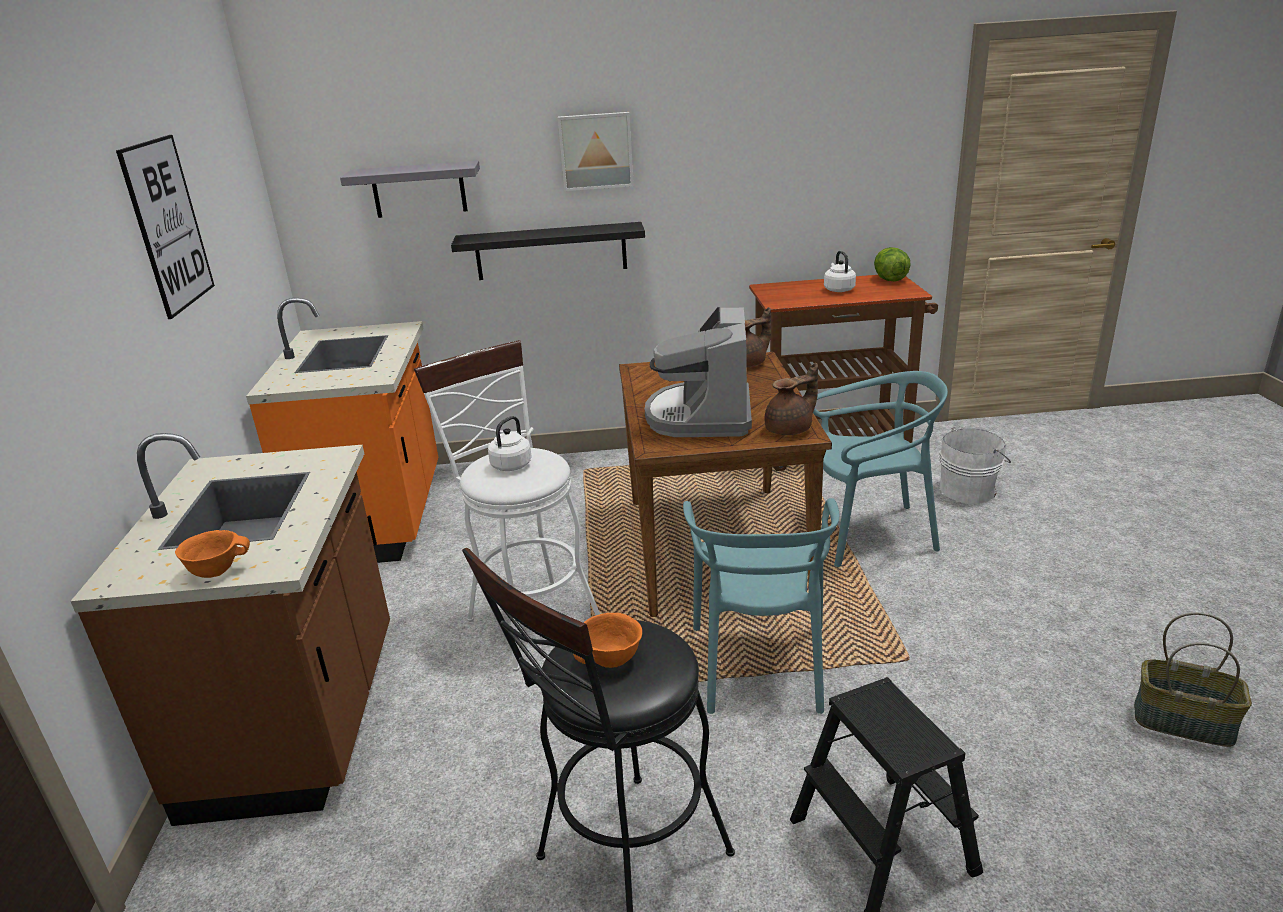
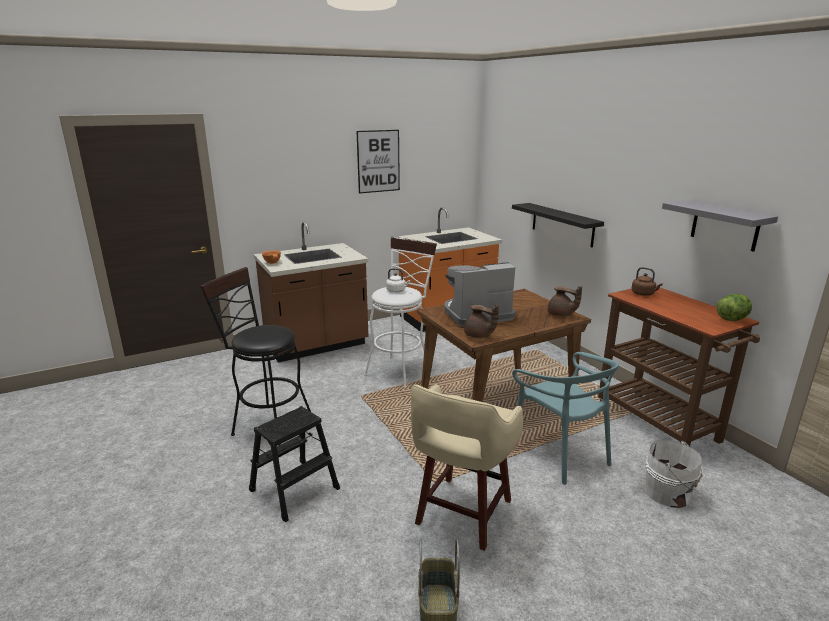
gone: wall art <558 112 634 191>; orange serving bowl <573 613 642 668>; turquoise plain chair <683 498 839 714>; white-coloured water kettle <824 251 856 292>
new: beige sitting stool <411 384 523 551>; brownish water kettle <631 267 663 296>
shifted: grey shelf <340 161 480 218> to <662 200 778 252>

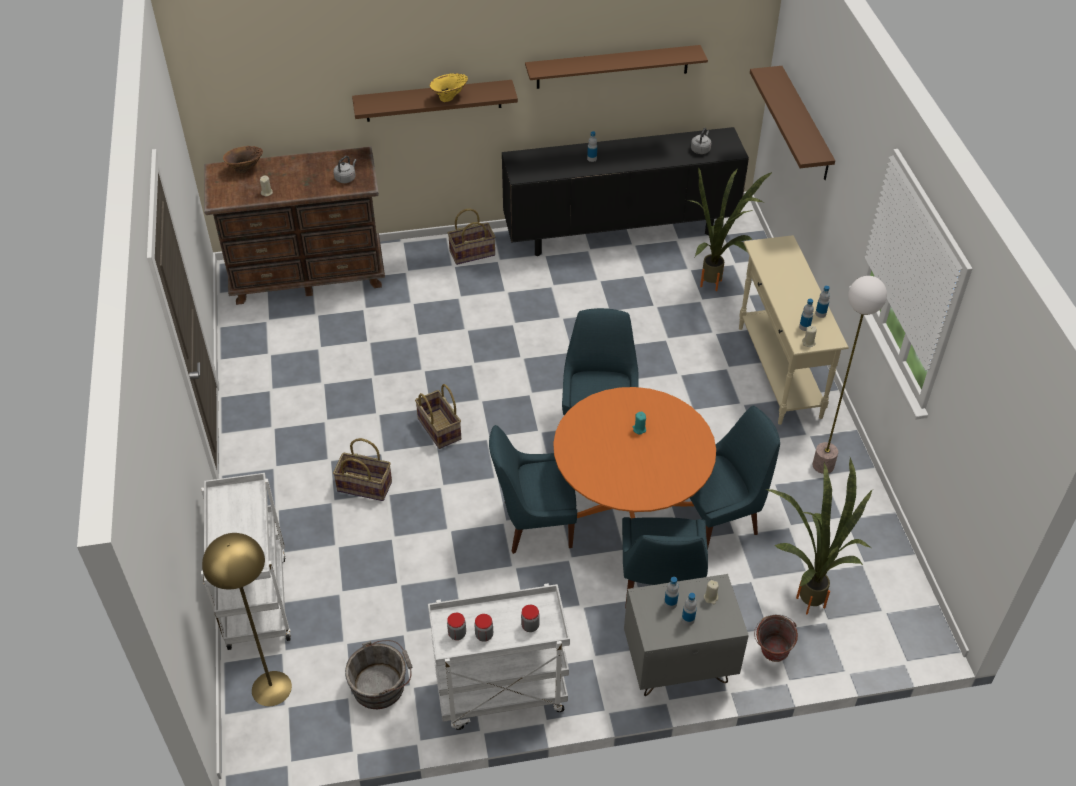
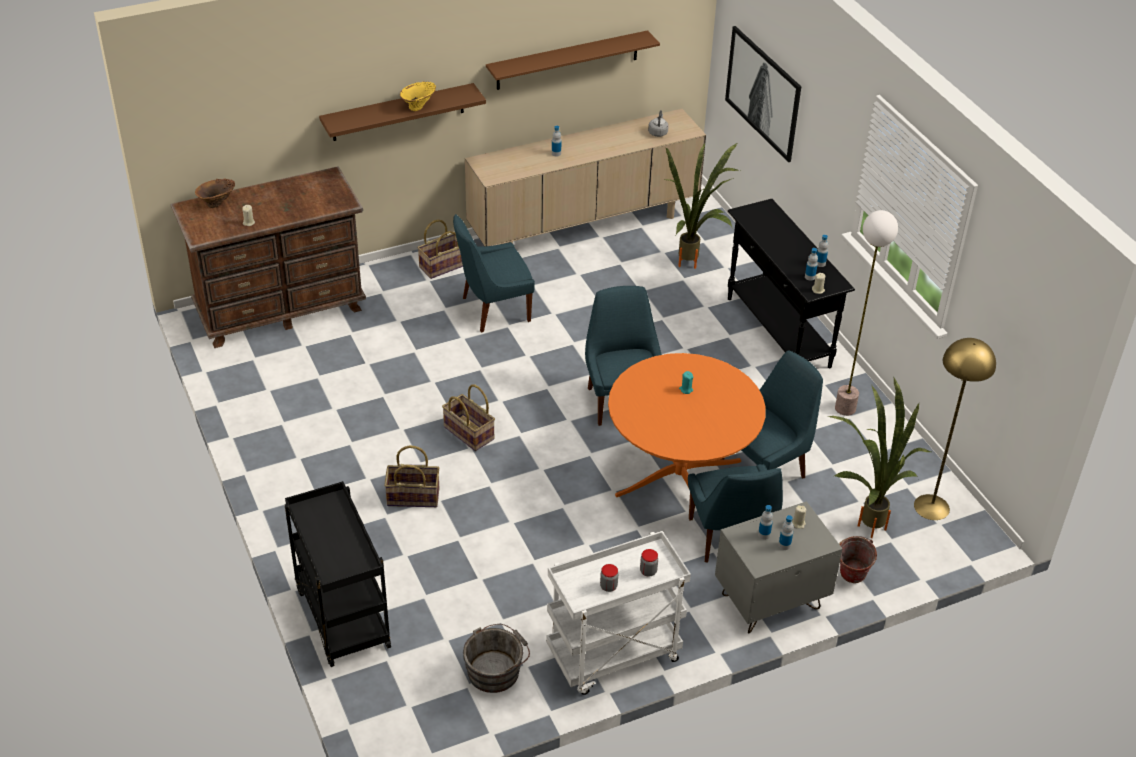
gone: grey water kettle <333 156 357 183>; preserve jar <447 613 466 640>
shifted: yellowish floor lamp <202 533 292 706> to <914 338 996 520>; blue plain chair <489 425 577 554> to <453 214 535 333>
swapped: brownish shelf <750 66 835 180> to wall art <725 26 801 162>
repainted: white-coloured cart <201 473 291 650> to black-coloured cart <285 481 391 667>; black-coloured cupboard <502 127 749 256> to beige cupboard <465 109 706 246>; beige narrow table <739 235 849 425> to black-coloured narrow table <728 199 855 368>

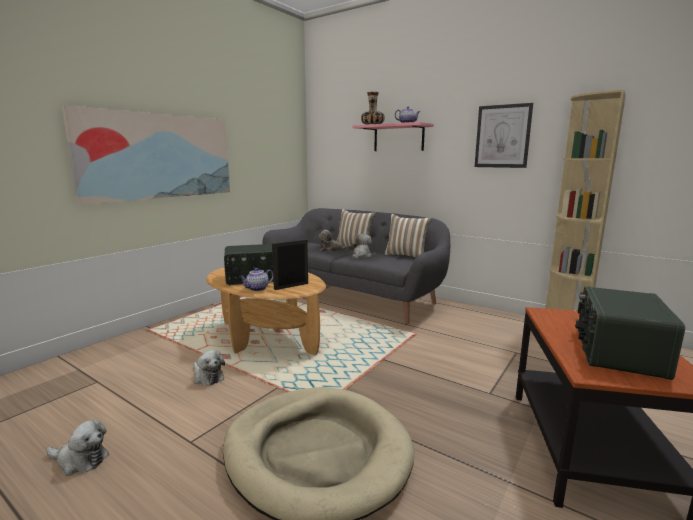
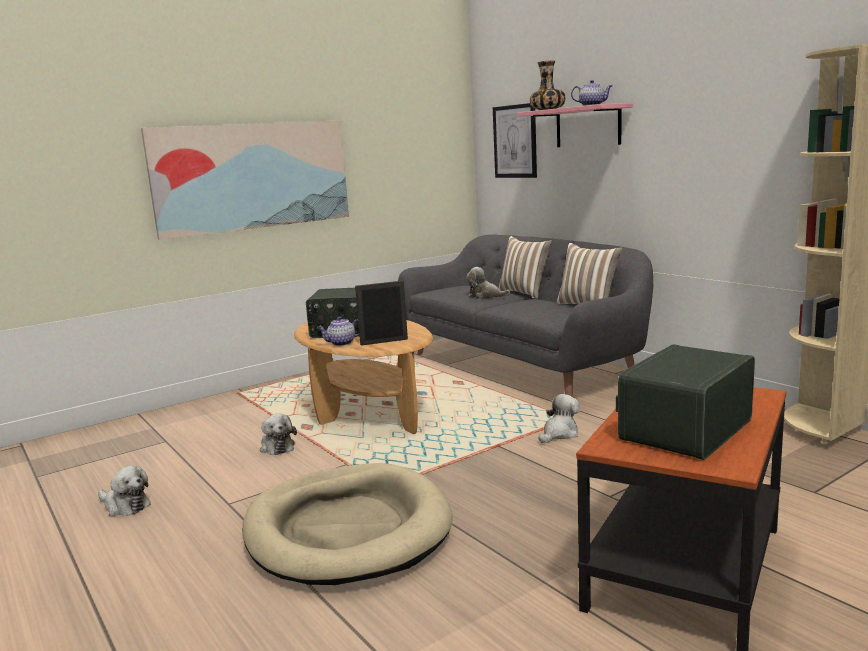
shifted: cuddly toy <352 234 372 259> to <539 394 580 443>; wall art <475 103 533 168> to <493 103 537 178>

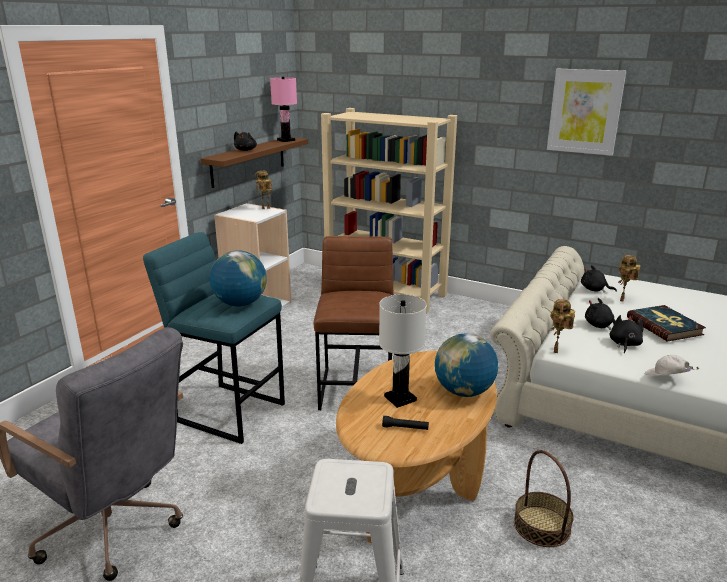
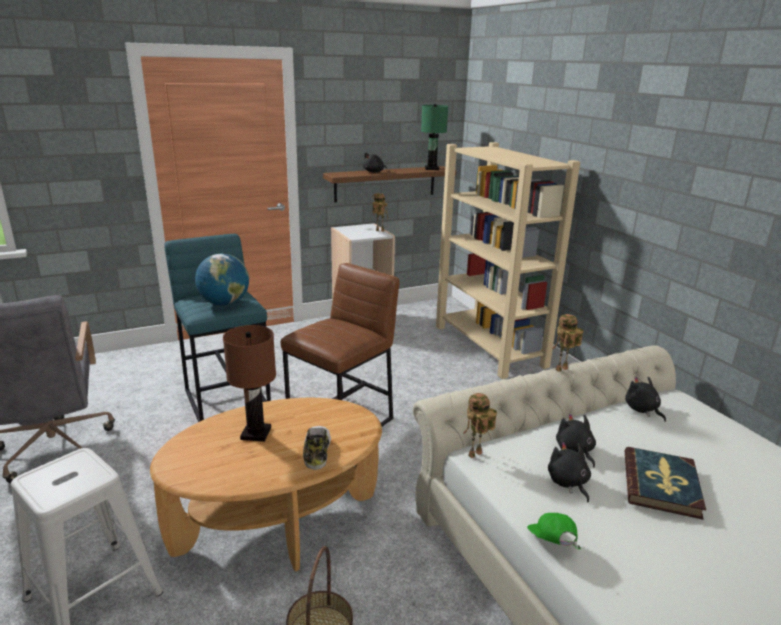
gone: black-coloured torch <382 416 429 430>; wall art <547 69 626 156>
shifted: model robot <619 255 641 302> to <552 314 584 372>
swapped: globe <435 334 498 397> to low shoe <303 426 331 470>
repainted: pink-coloured lamp for a table <270 77 297 142> to green-coloured lamp for a table <421 104 448 170>; white-coloured lamp for a table <379 294 427 408> to brownish lamp for a table <223 325 276 442>; white-coloured baseball cap <645 355 699 375> to green-coloured baseball cap <527 513 581 549>
rotated: black-coloured cuddly toy <610 315 643 353> = <548 442 591 502> 75 degrees counterclockwise

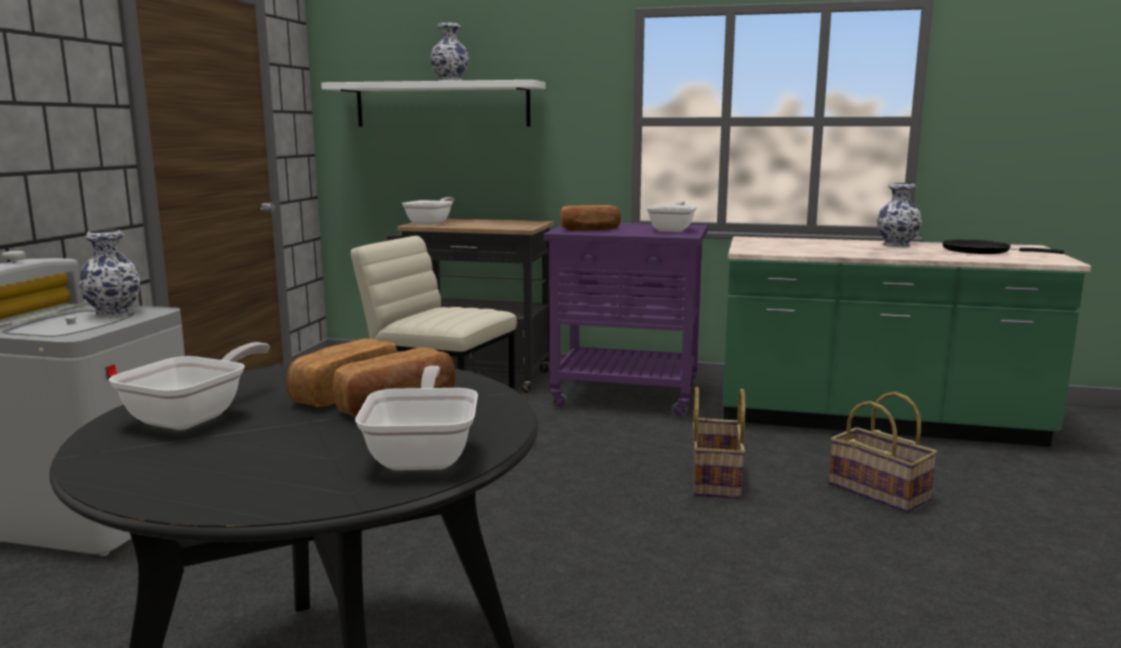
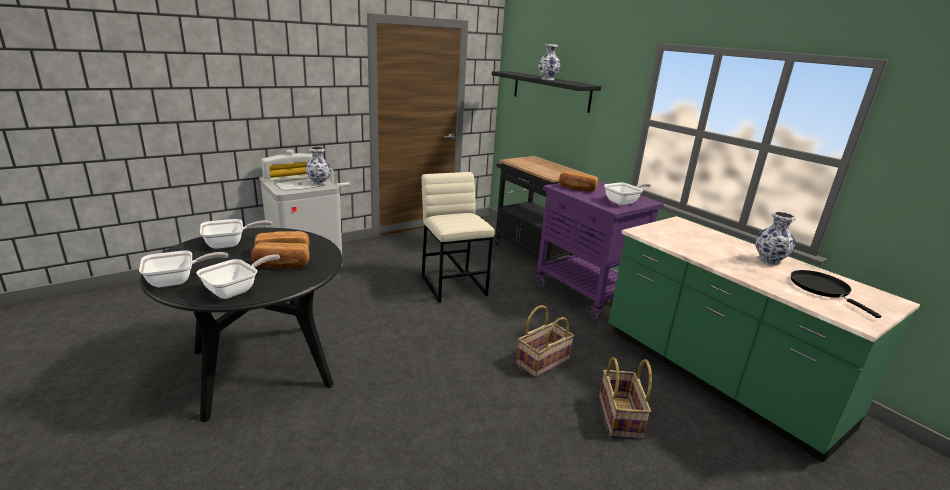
shifted: pan <402 197 454 225> to <139 250 228 287>
repainted: white-coloured shelf <321 80 546 126> to black-coloured shelf <492 71 601 113>

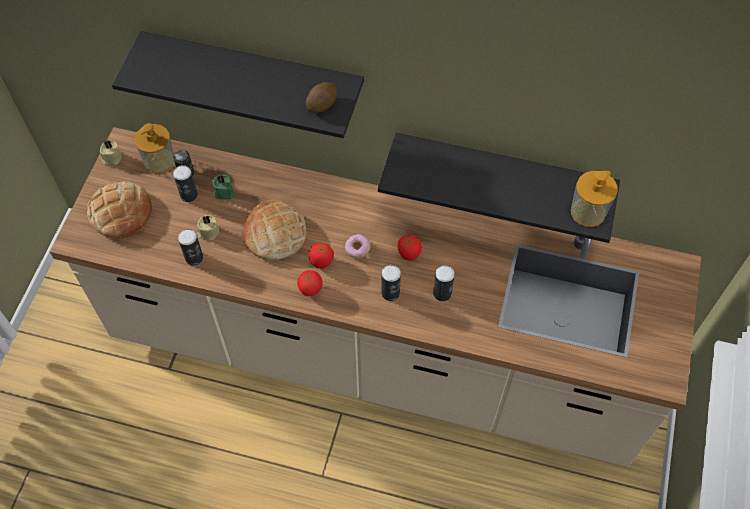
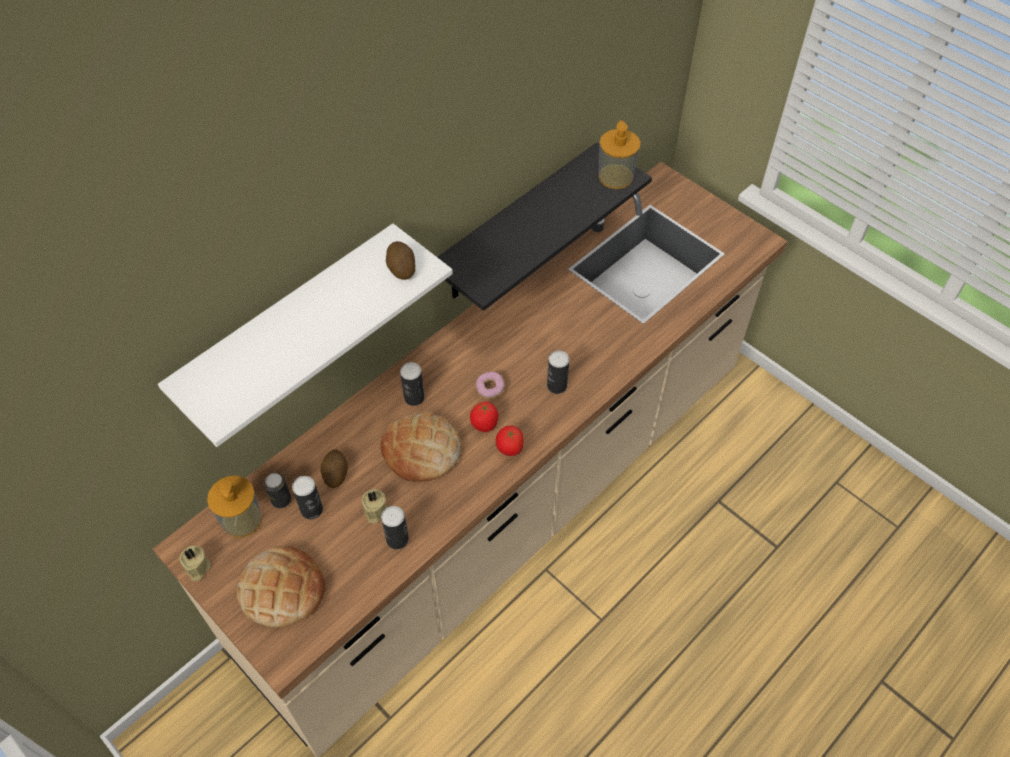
gone: tomato <397 235 422 261>
shifted: sealed can <433 265 455 302> to <400 362 425 406>
swapped: green-coloured candle <212 174 235 200> to spud <320 449 348 488>
repainted: black-coloured shelf <112 31 364 138> to white-coloured shelf <158 224 453 447>

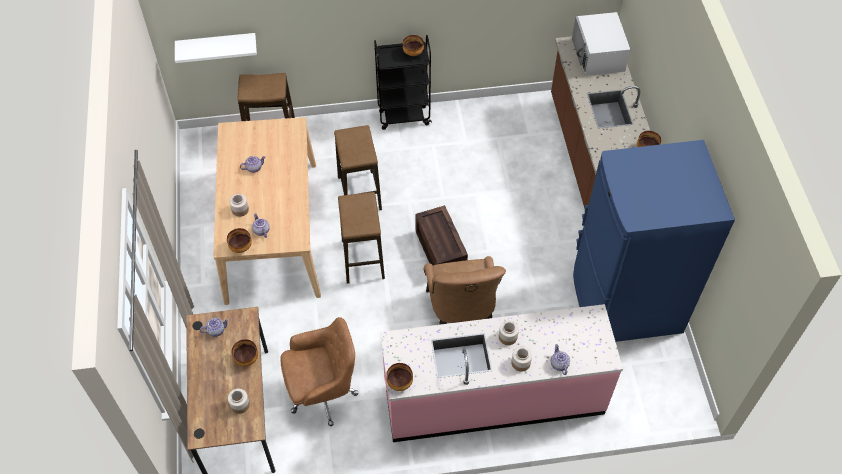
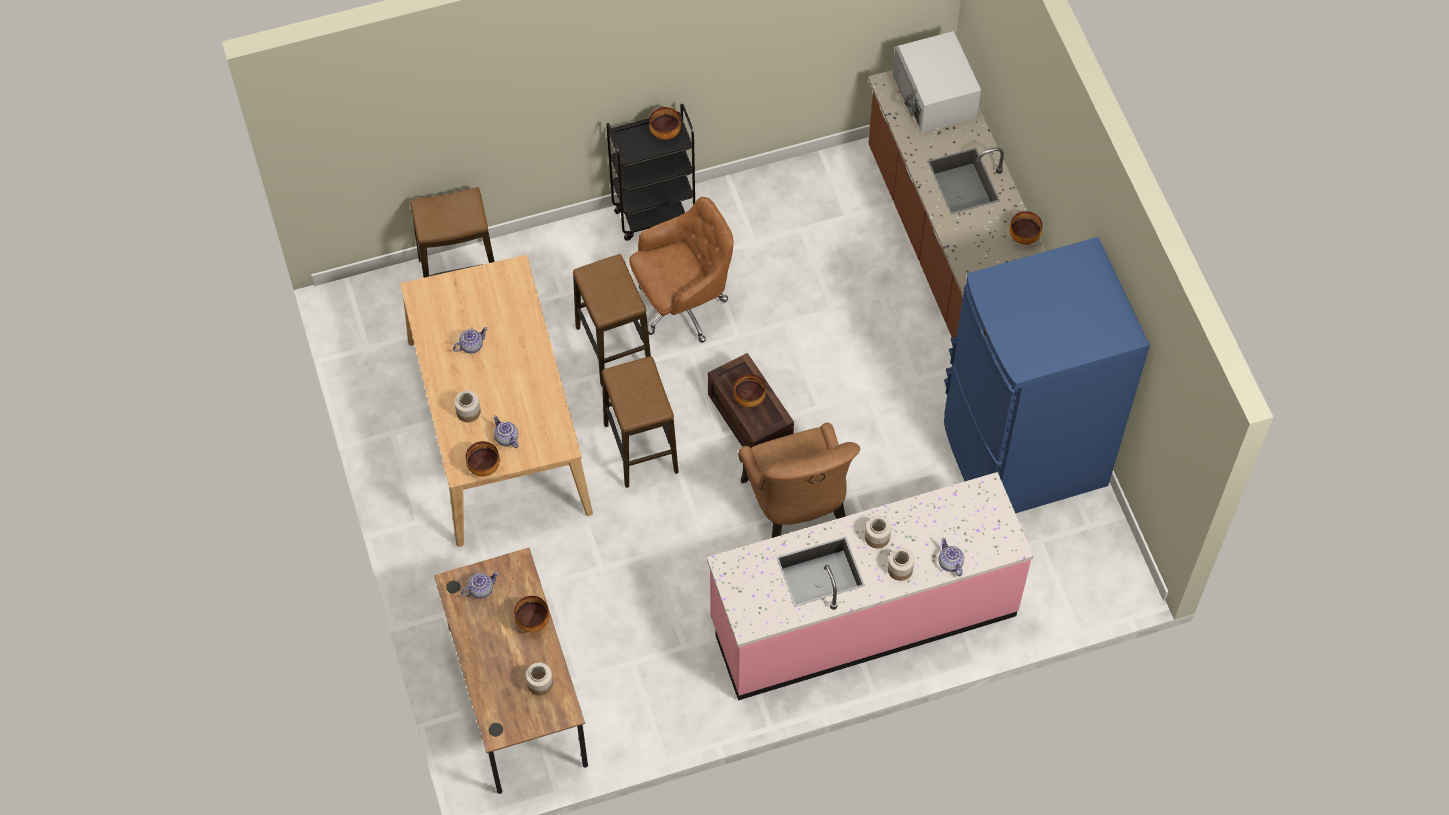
gone: white-coloured shelf <175 33 257 63>
shifted: brownish office chair <280 317 358 426> to <629 197 733 343>; serving bowl <386 363 413 391> to <734 374 766 407>

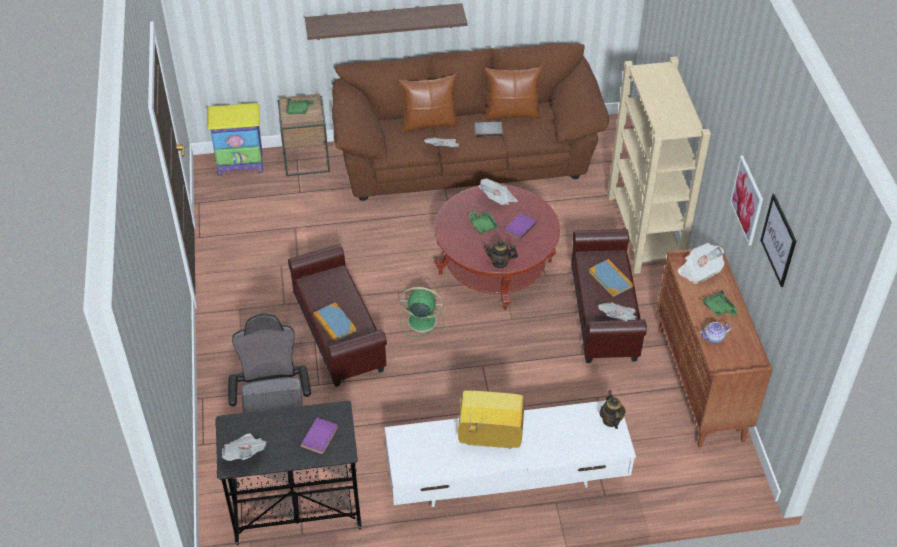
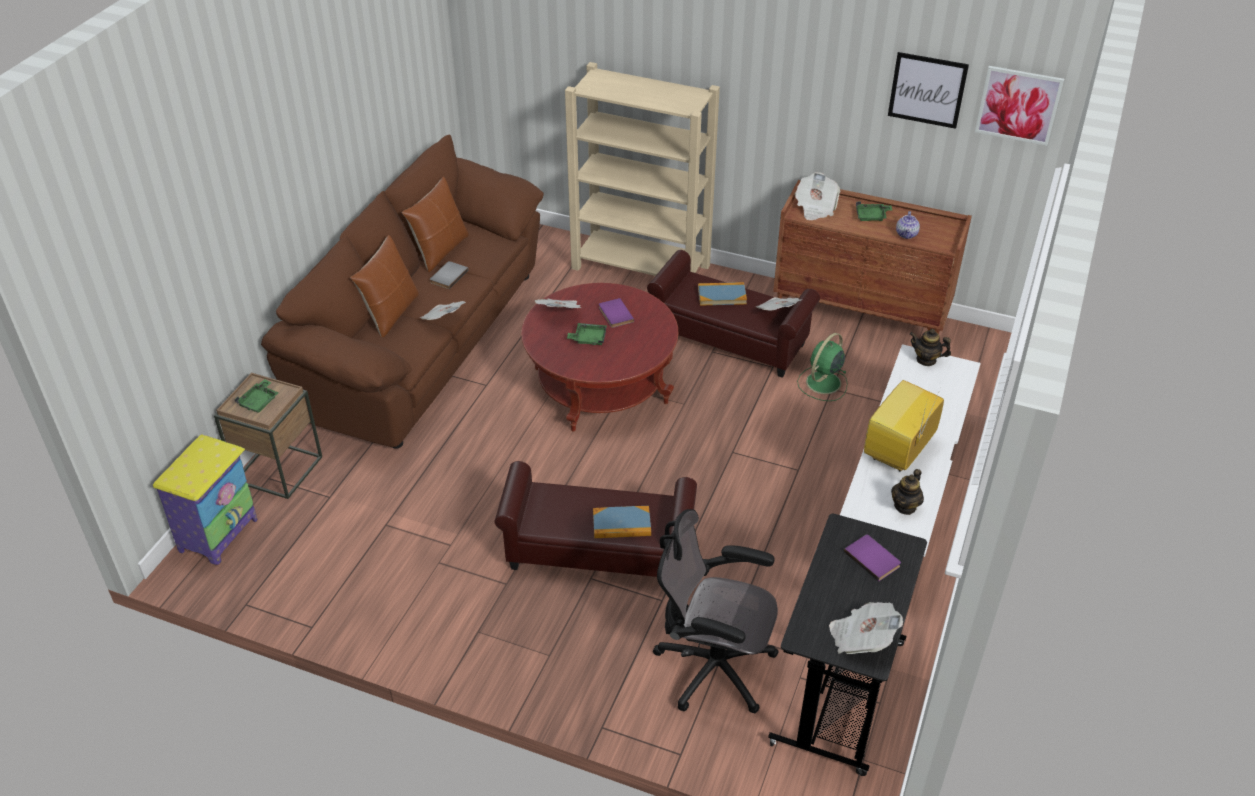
gone: shelf <305 3 467 40>
shifted: green-coloured fan <400 287 444 337> to <797 333 847 401>; pot for tea <484 240 518 268> to <891 469 924 515>; wall art <730 156 763 246> to <975 66 1064 146>

